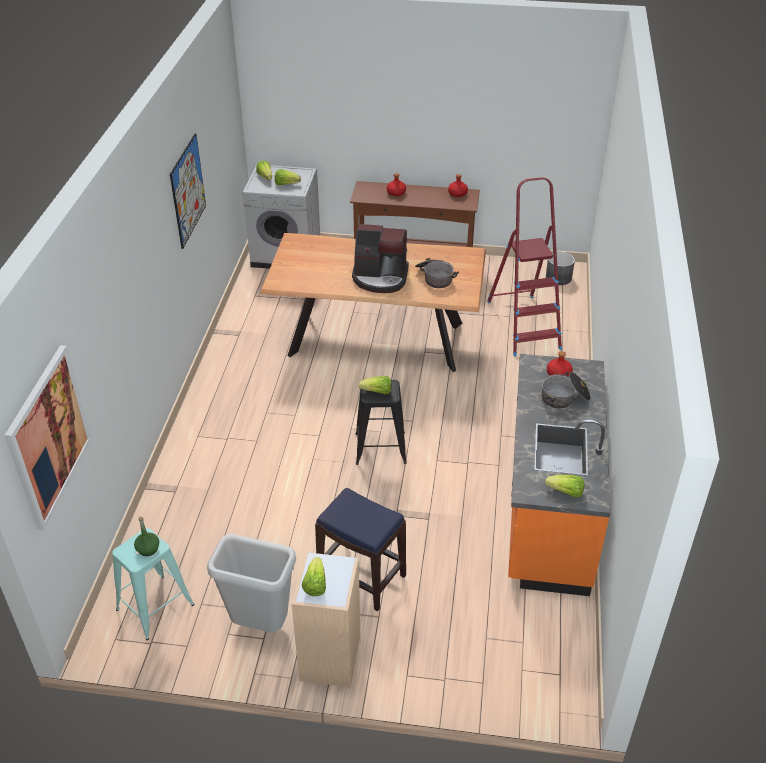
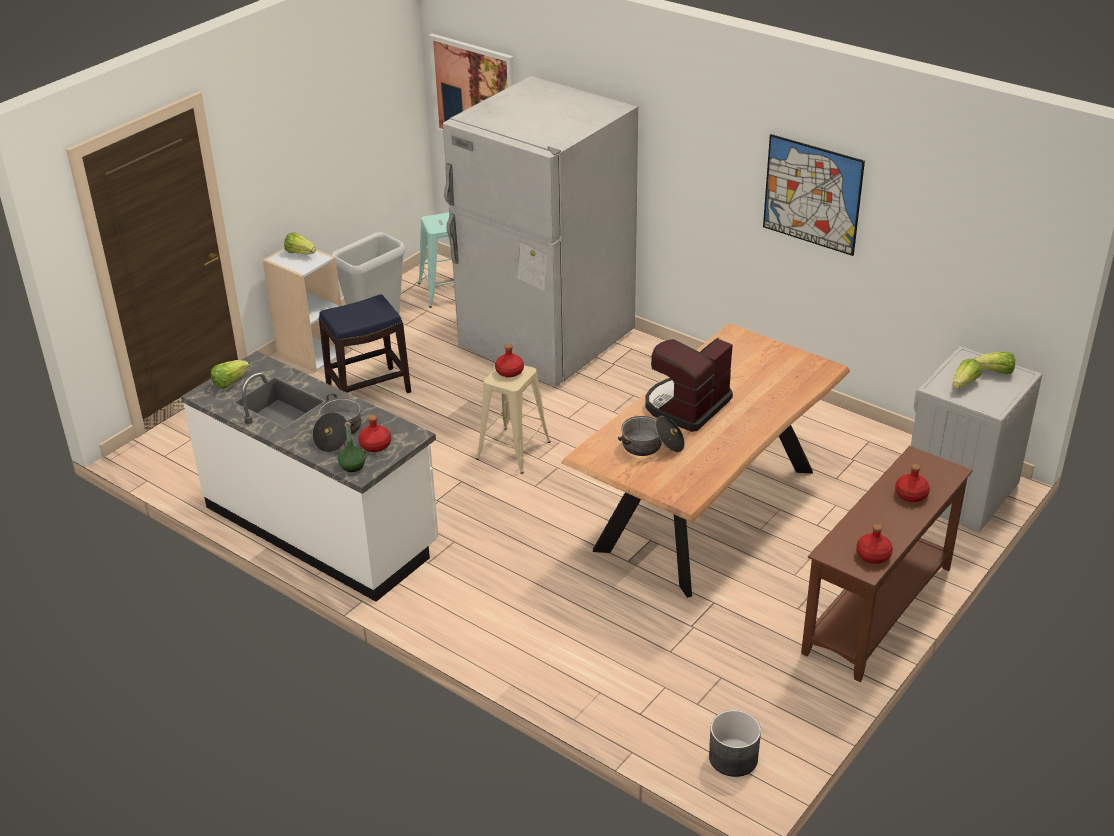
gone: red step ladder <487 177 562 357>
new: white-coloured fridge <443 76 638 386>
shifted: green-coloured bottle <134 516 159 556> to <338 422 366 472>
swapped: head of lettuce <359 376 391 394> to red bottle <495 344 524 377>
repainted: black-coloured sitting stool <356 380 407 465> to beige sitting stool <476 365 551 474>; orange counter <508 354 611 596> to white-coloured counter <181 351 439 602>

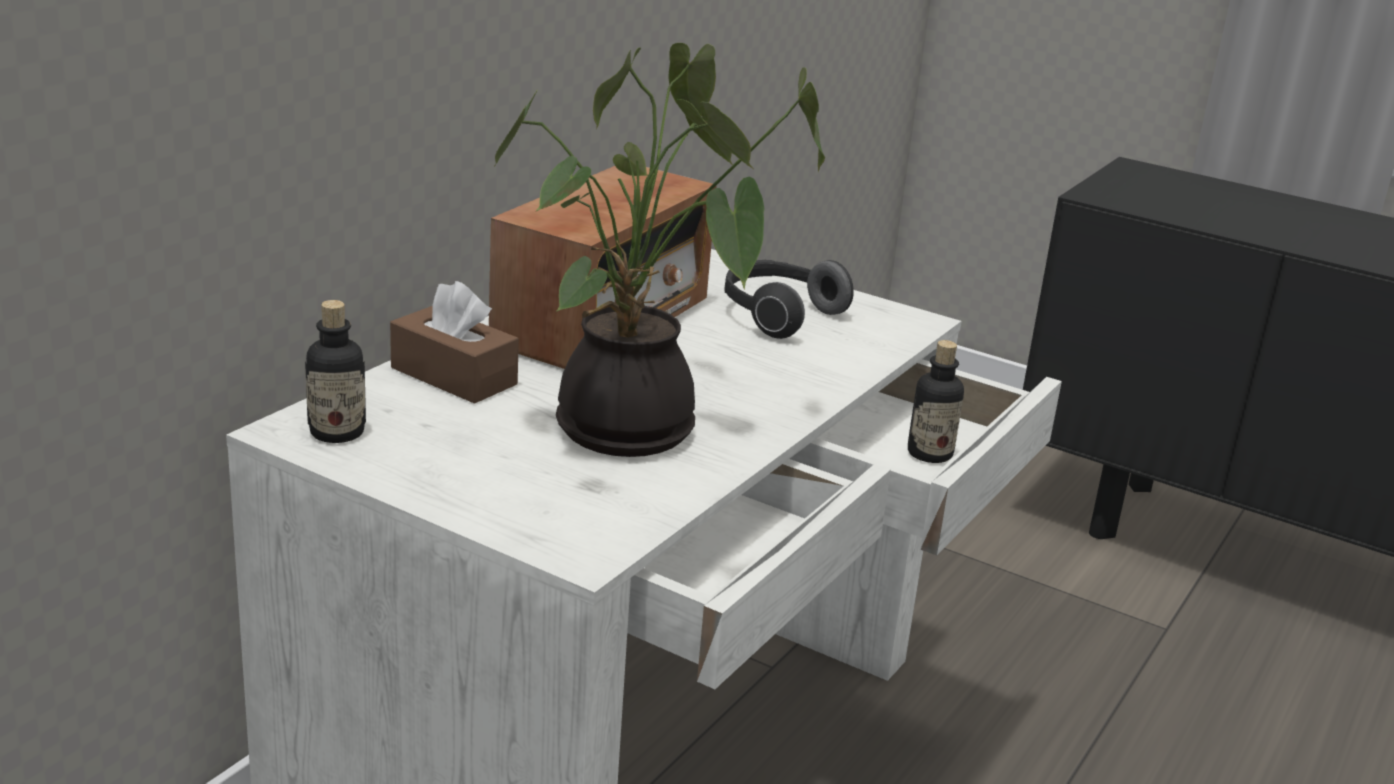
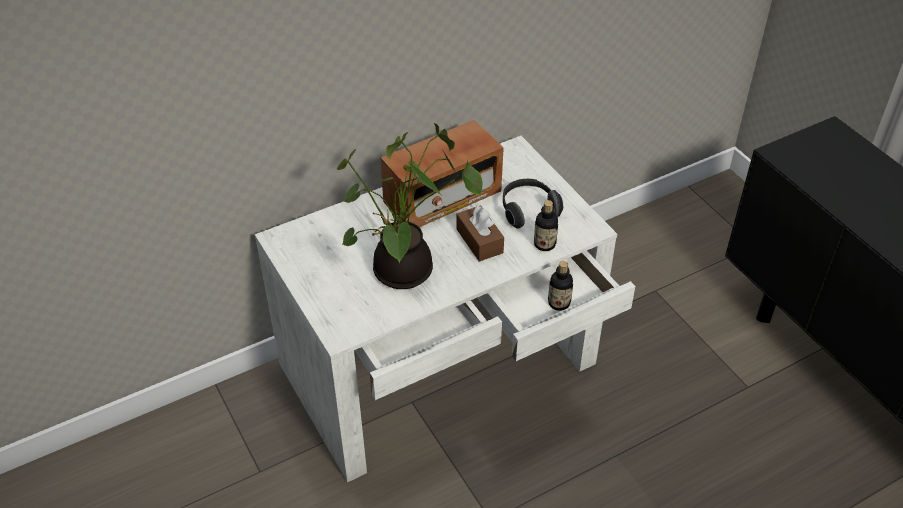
shifted: bottle <305 300 366 443> to <534 200 558 251>; brownish tissue holder <390 281 519 404> to <457 205 504 262>

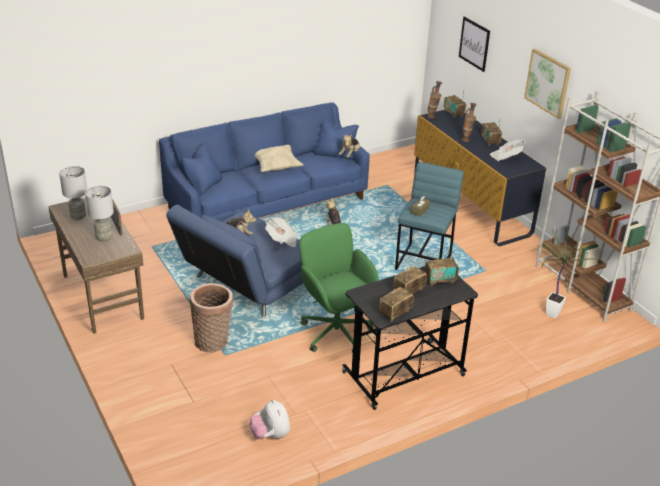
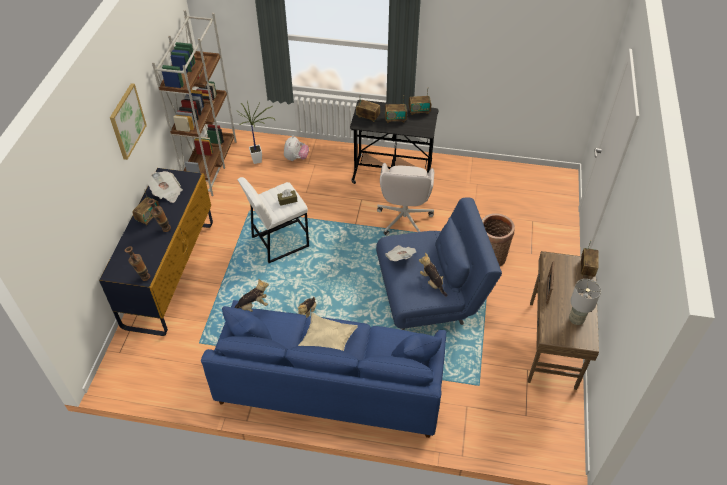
gone: grey lamp for a table <85 185 114 241>; wall art <459 17 490 72>
shifted: cuddly toy <250 399 290 439> to <284 136 309 161>; radio <443 92 466 118> to <581 241 598 278>
repainted: green-coloured office chair <299 223 379 353> to white-coloured office chair <377 162 434 236>; blue sitting stool <395 162 464 270> to white-coloured sitting stool <237 177 309 263>

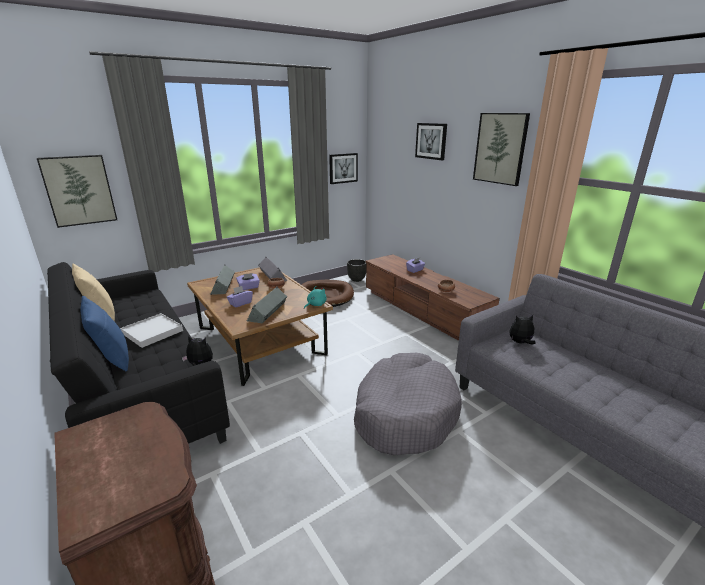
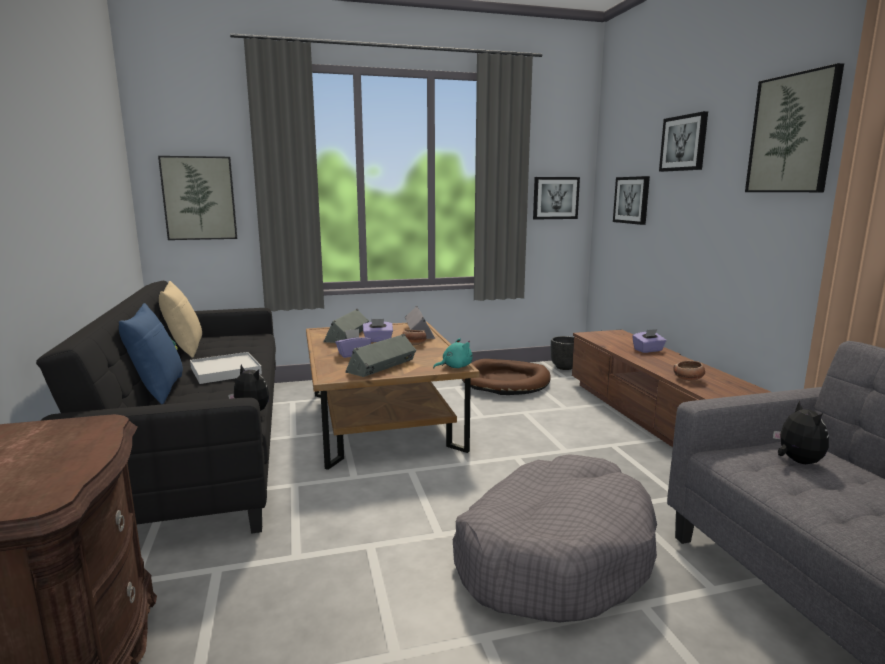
new: wall art <613 176 650 225>
rotated: cuddly toy <510 315 536 345> = <773 400 829 464> 75 degrees clockwise

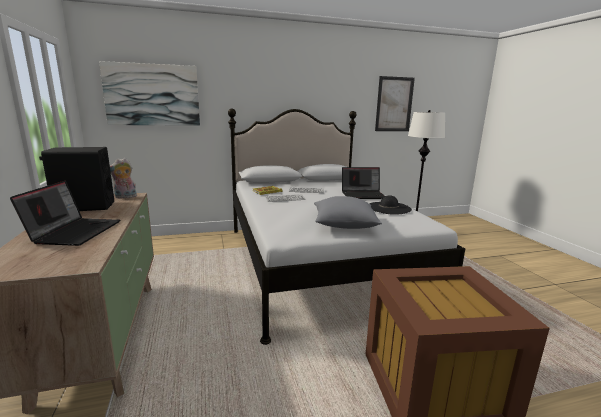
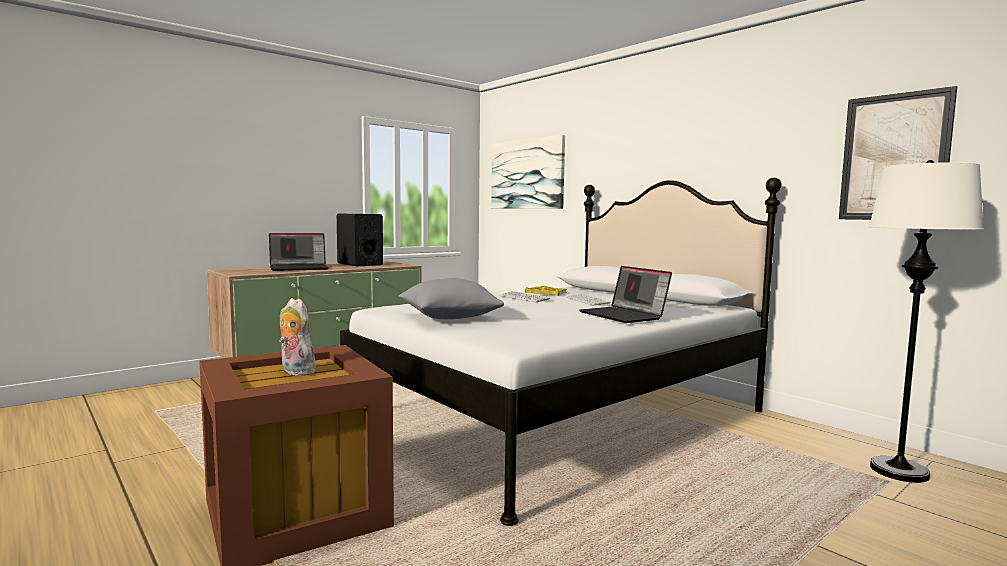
gone: black-coloured clothing hat <369 195 412 215>
shifted: cuddly toy <110 158 137 199> to <279 298 317 376>

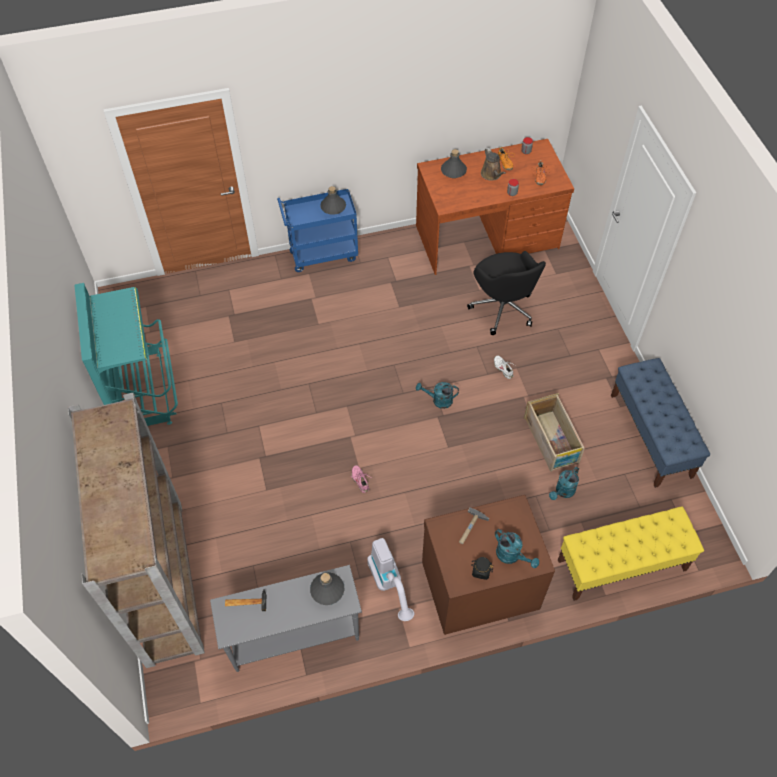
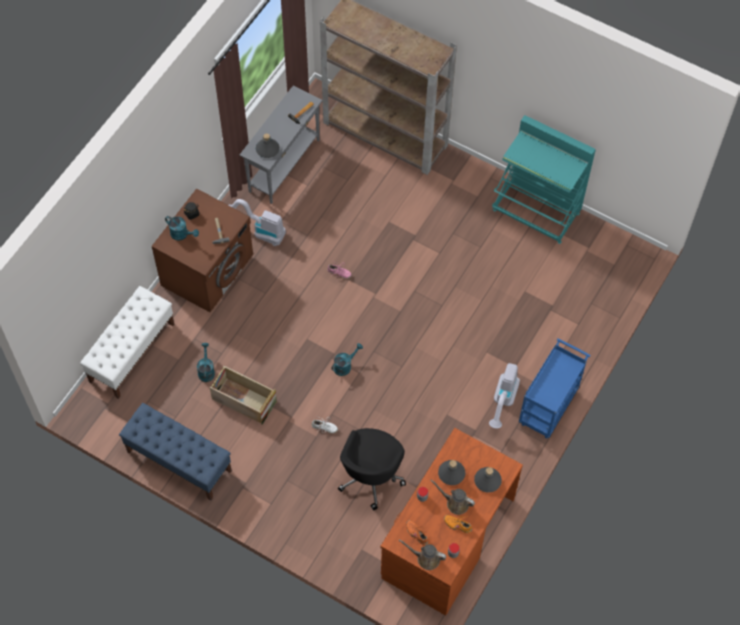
new: brownish sprinkling can <399 539 446 570>; vacuum cleaner <489 363 520 429>
shifted: grey bottle <320 186 346 215> to <438 460 465 485>
repainted: yellowish bench <558 506 704 601> to white-coloured bench <80 286 175 399>
rotated: black-coloured office chair <467 251 546 335> = <338 428 406 510> 90 degrees counterclockwise; turquoise sprinkling can <495 529 539 568> = <165 216 199 241> 150 degrees counterclockwise

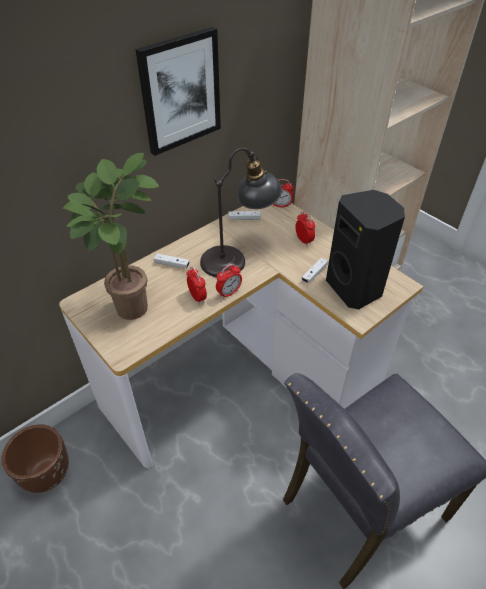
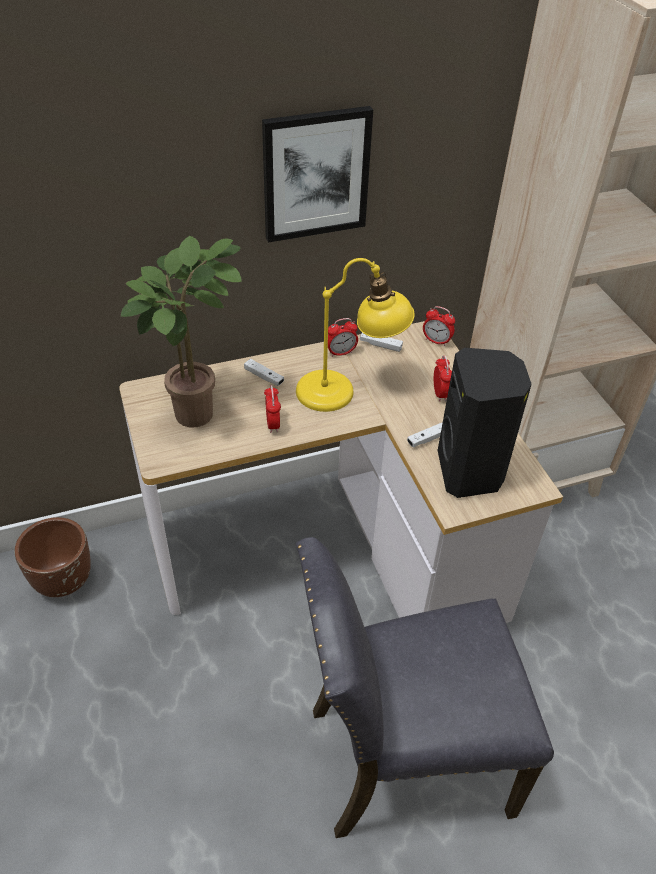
shifted: table clock <216 264 242 299> to <328 318 358 357>
repainted: grey lamp for a table <200 147 282 277> to yellowish lamp for a table <296 258 415 412>

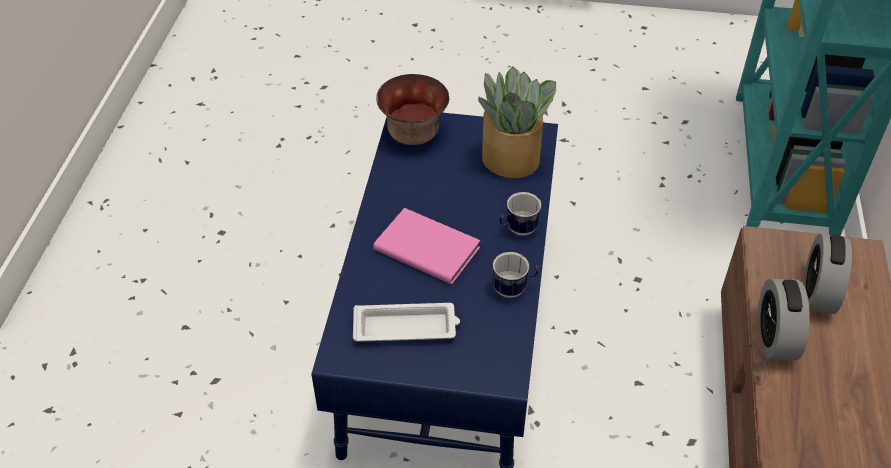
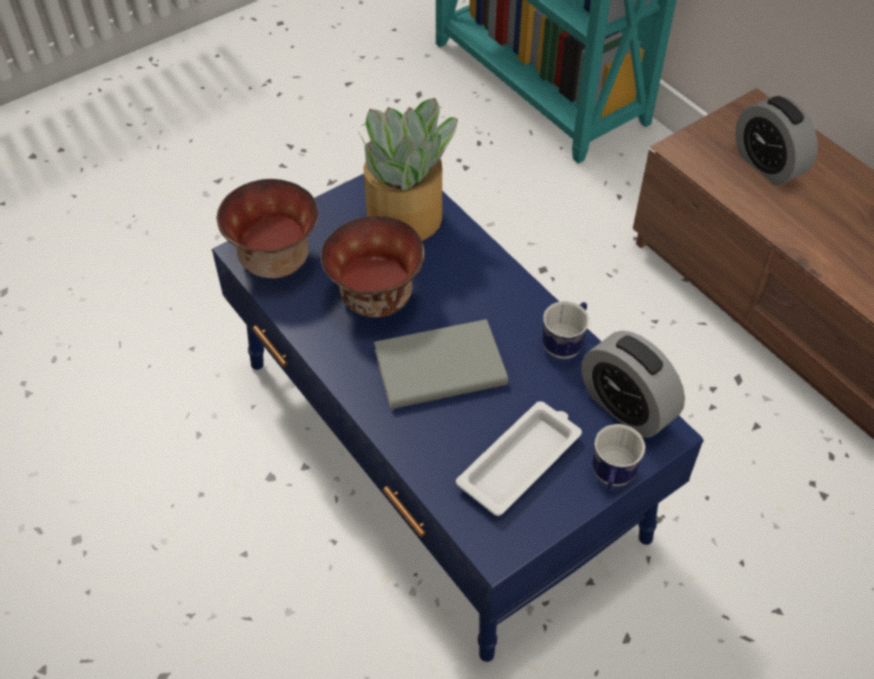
new: serving bowl <321 216 425 318>
shifted: tea mug <500 192 541 236> to <592 424 645 489>; table clock <758 279 810 360> to <581 331 685 438>
repainted: pink-coloured bound book <373 208 480 284> to grey bound book <374 319 508 409>

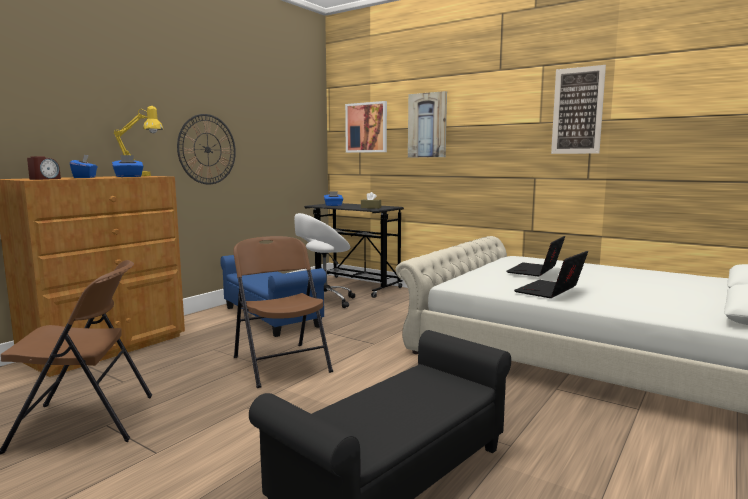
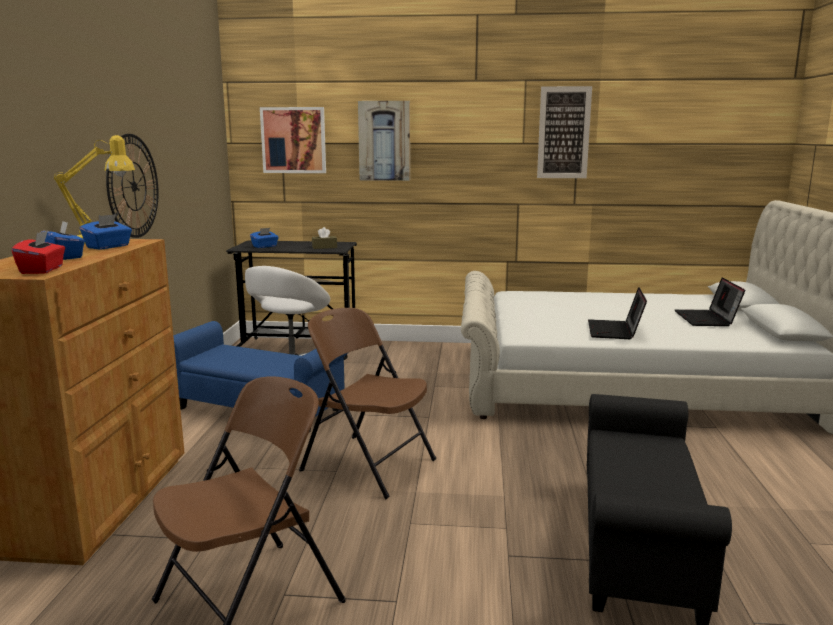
shifted: laptop <506 236 565 277> to <675 277 745 326>
swapped: table clock <27 156 61 180> to red tissue holder <12 230 65 274>

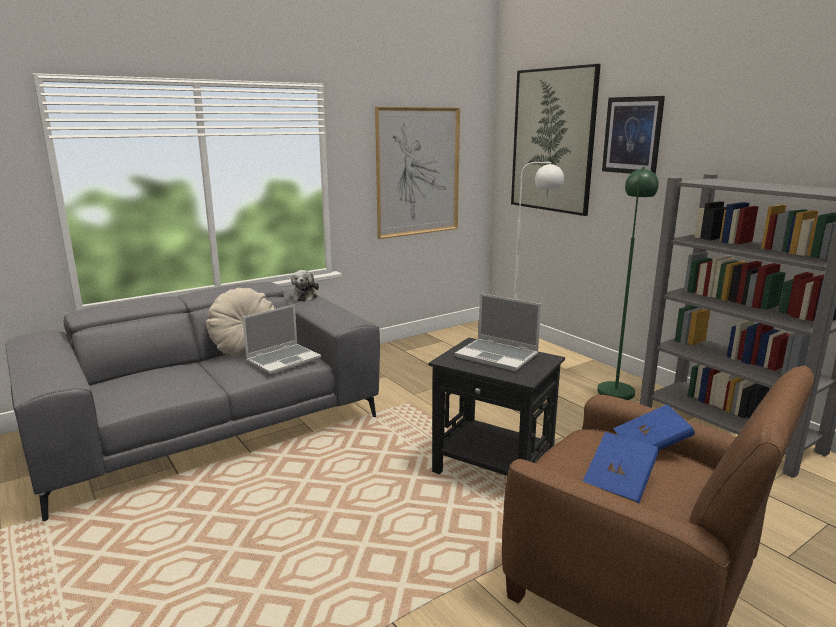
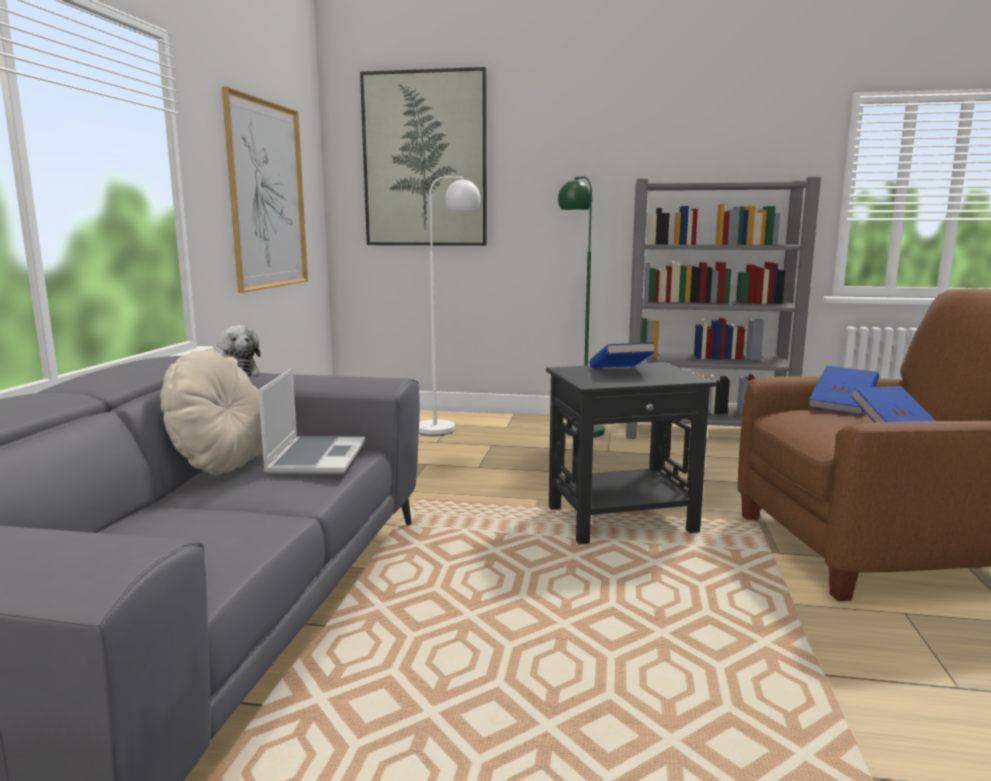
gone: wall art <602 96 665 175>
swapped: laptop <455 293 541 371> to blue bound book <589 342 656 368>

